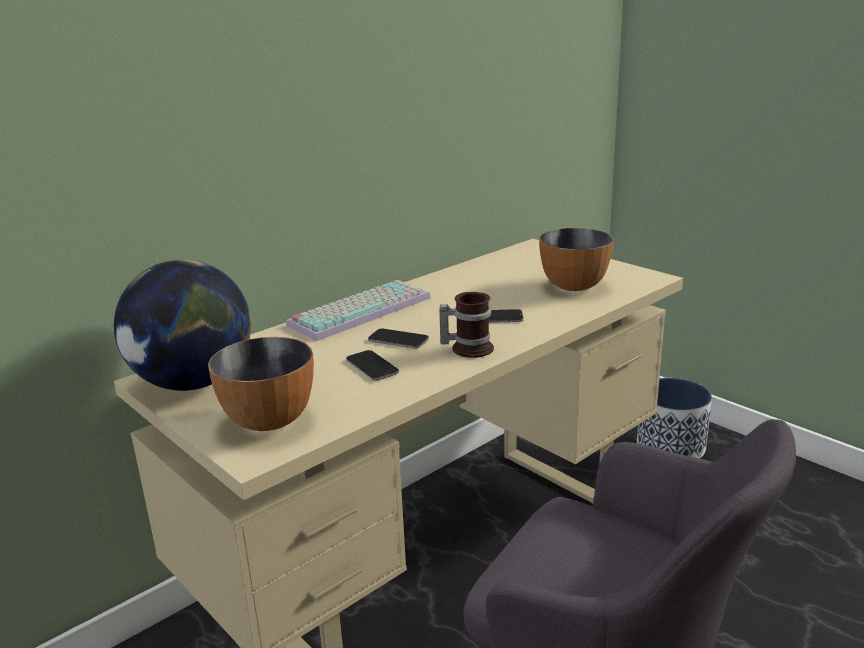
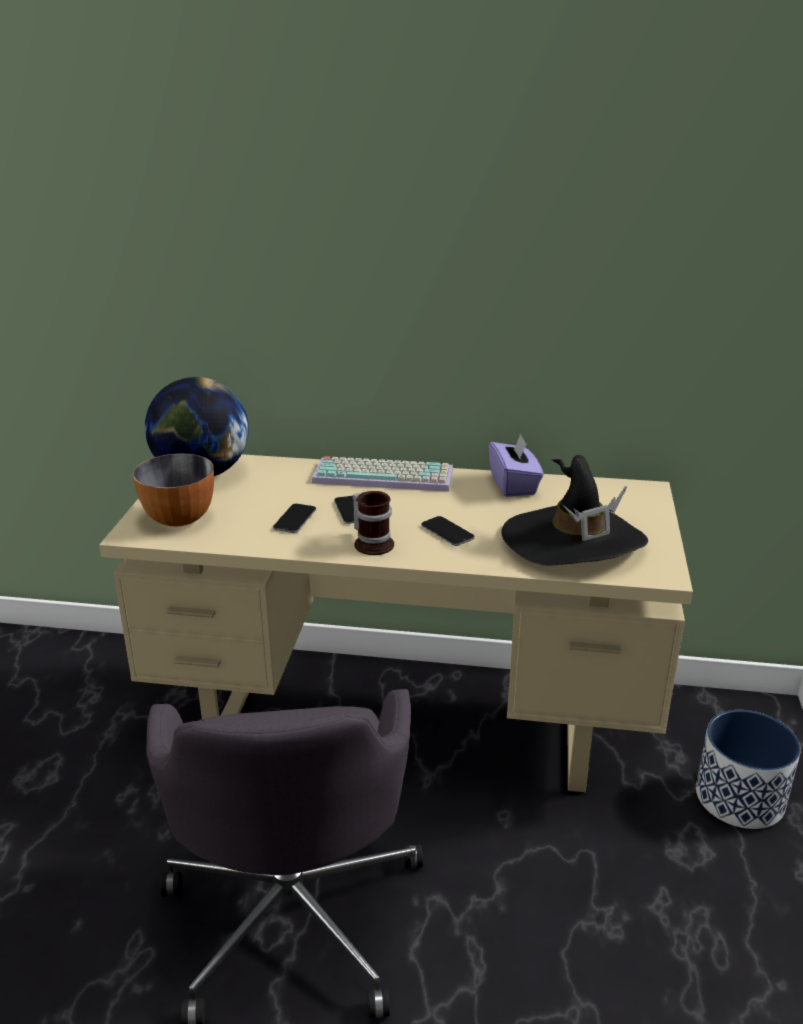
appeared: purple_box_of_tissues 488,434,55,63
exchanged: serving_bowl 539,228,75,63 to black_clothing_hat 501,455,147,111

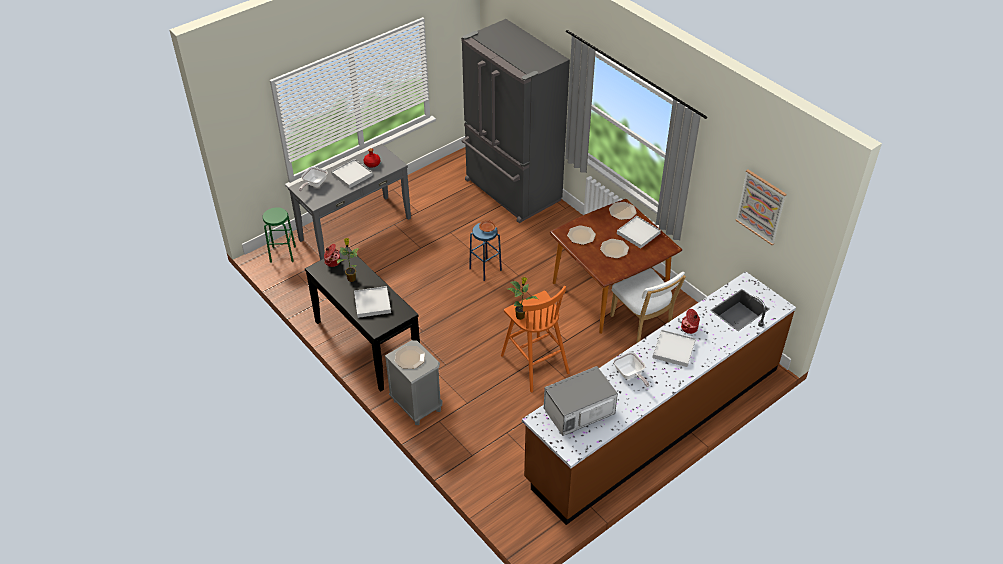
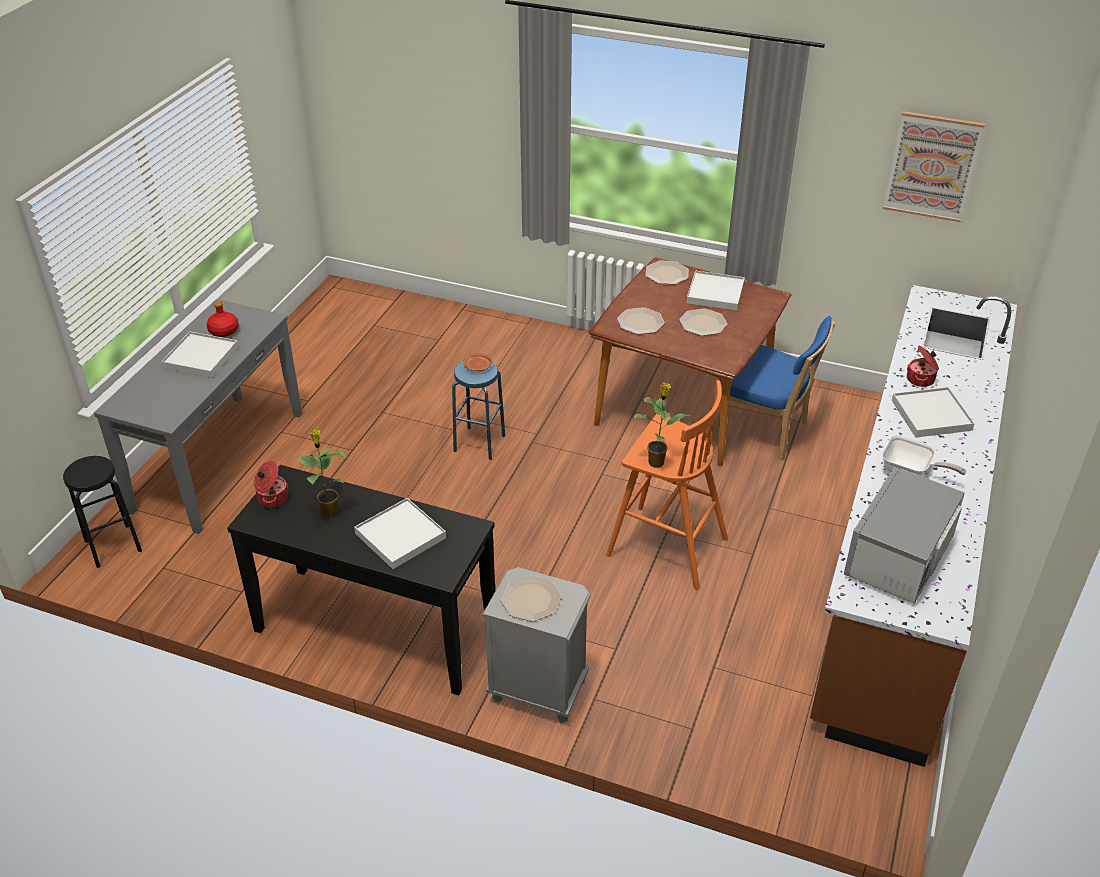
missing: pan 299,167,29,24; gray_fridge 461,19,109,204
colour: green-coloured_sitting_stool 263,207,33,56 to black_sitting_stool 63,456,79,112; whitish_upright_chair 610,268,76,75 to bluish_upright_chair 713,316,122,144

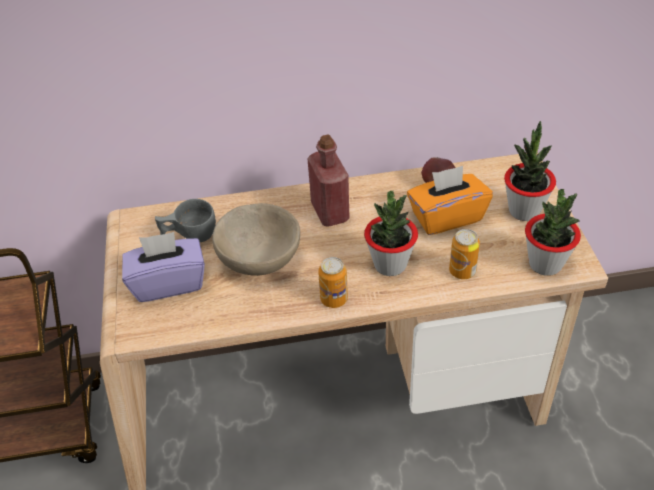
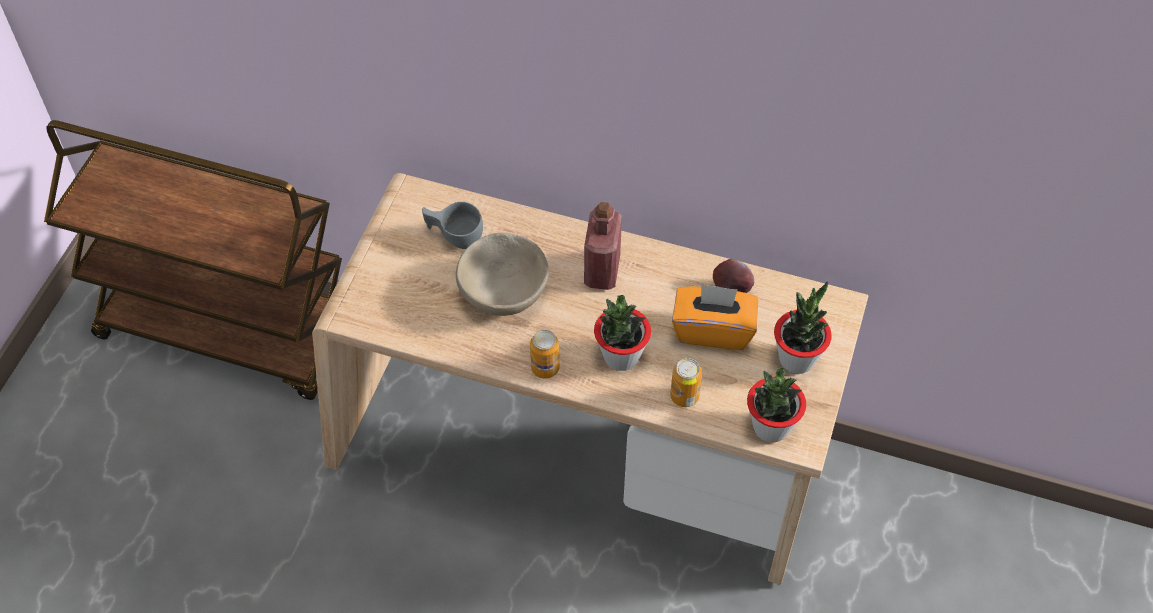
missing: purple_box_of_tissues 122,232,83,70

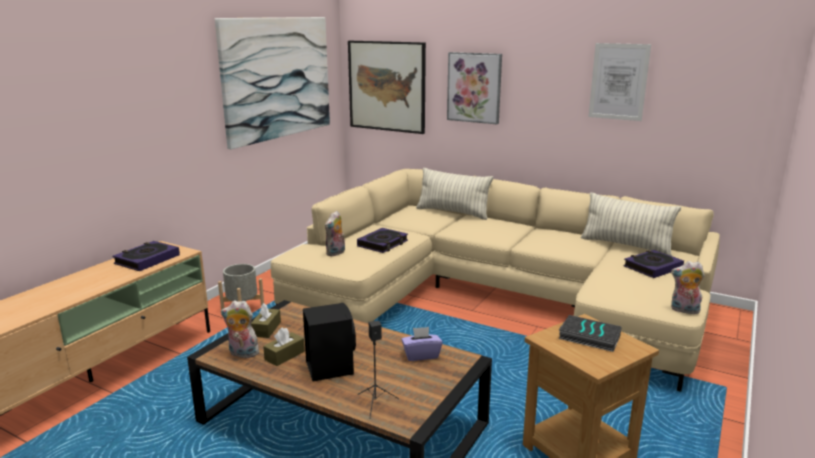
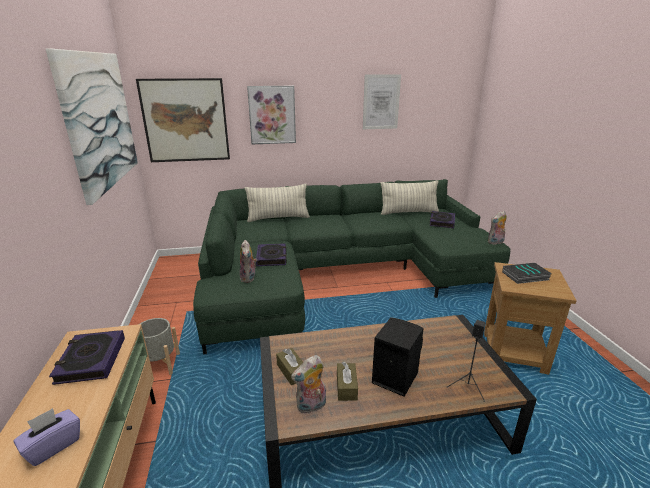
relocated: purple_box_of_tissues 401,327,42,34 to 13,408,67,58
colour: beige_couch 271,169,449,223 to green-coloured_couch 193,179,317,176

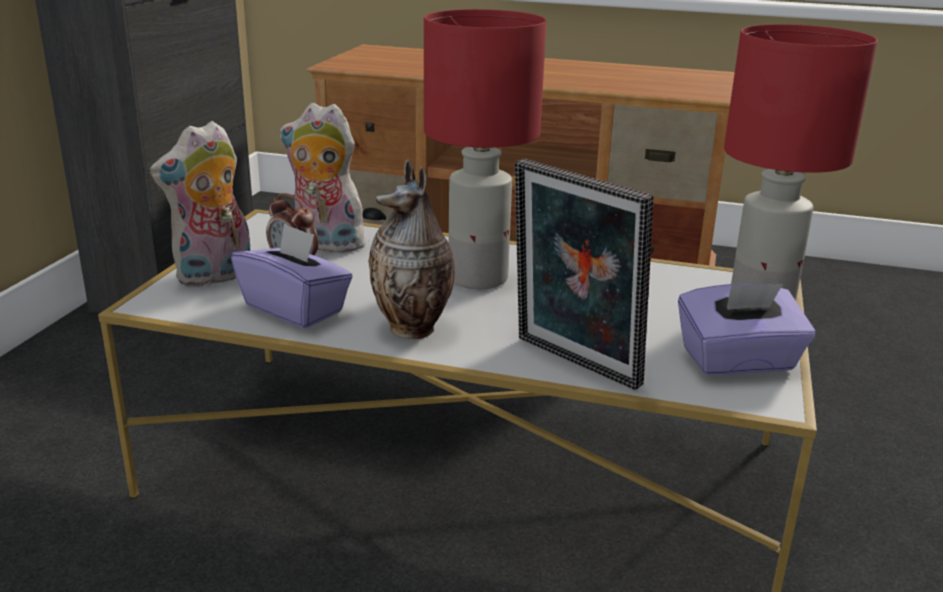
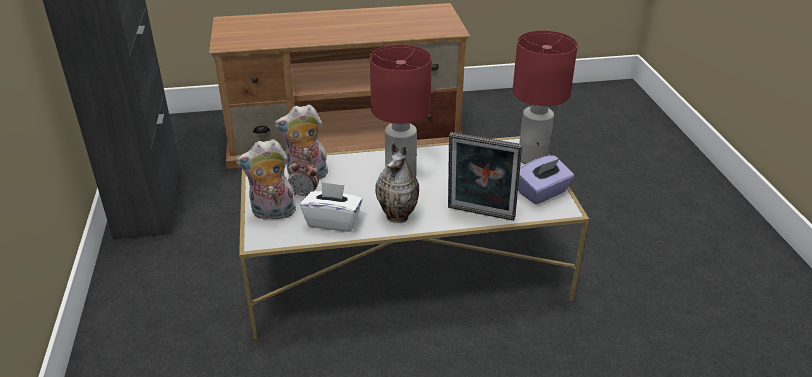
colour: purple_box_of_tissues 231,223,122,105 to whitish_box_of_tissues 300,182,63,50
spun: plush_toy 150,121,100,167 = 236,139,61,81 60 degrees clockwise

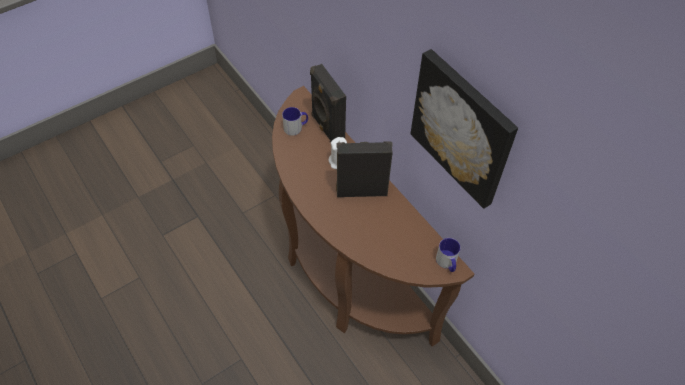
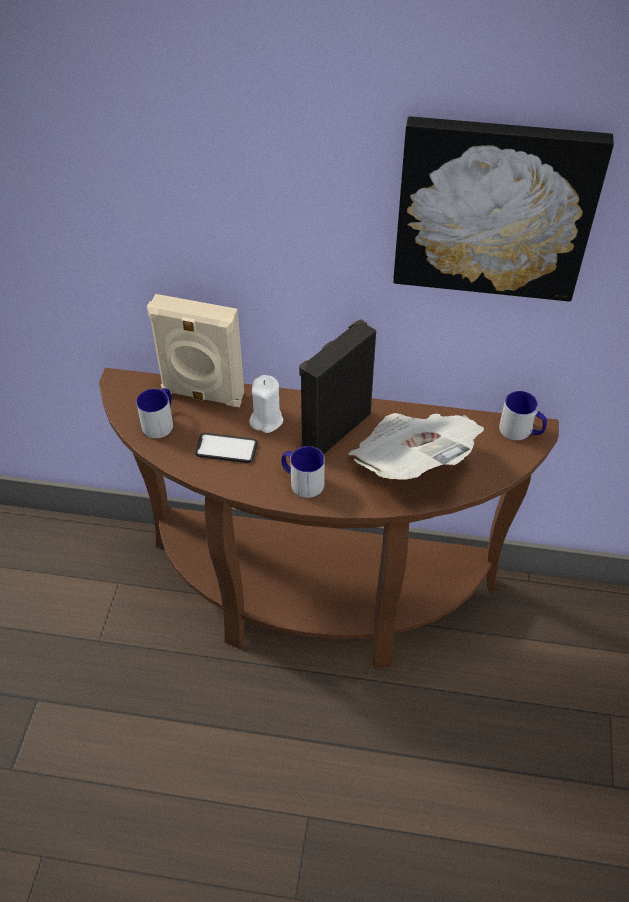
appeared: telephone 195,433,63,30; tea_mug 282,446,43,52; daily_paper 348,413,136,67
colour: black_speaker 310,64,36,78 to beige_speaker 147,294,97,113

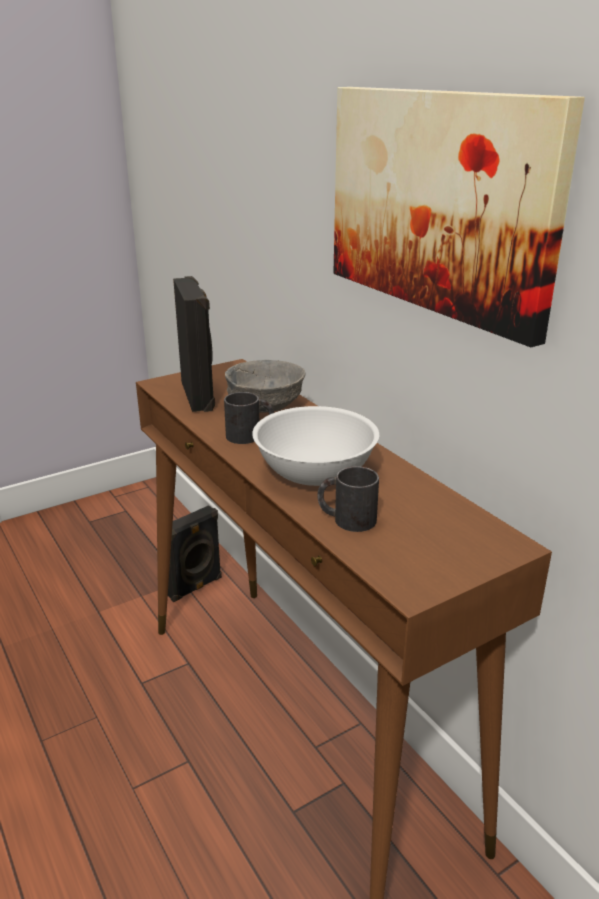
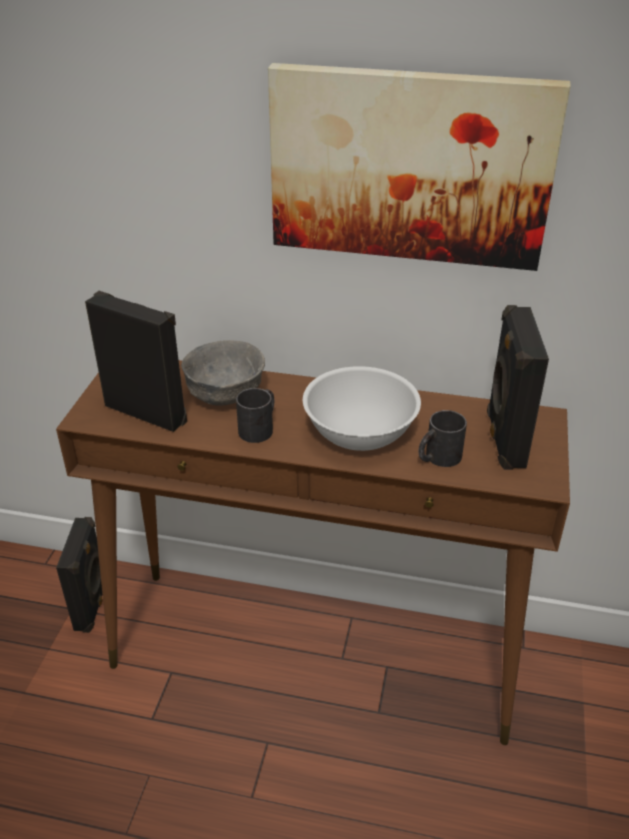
appeared: black_speaker 487,305,62,165

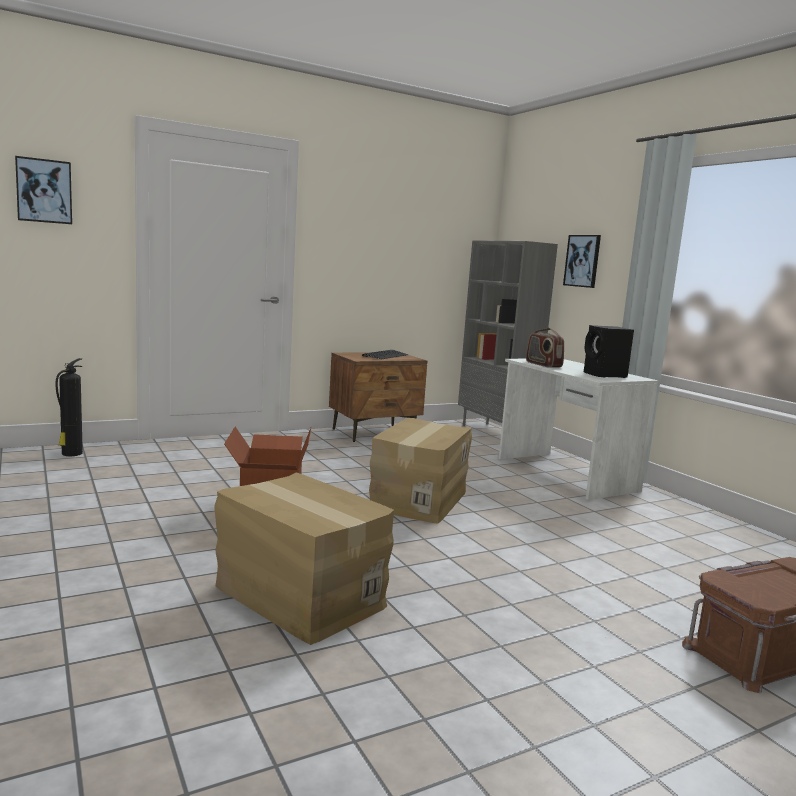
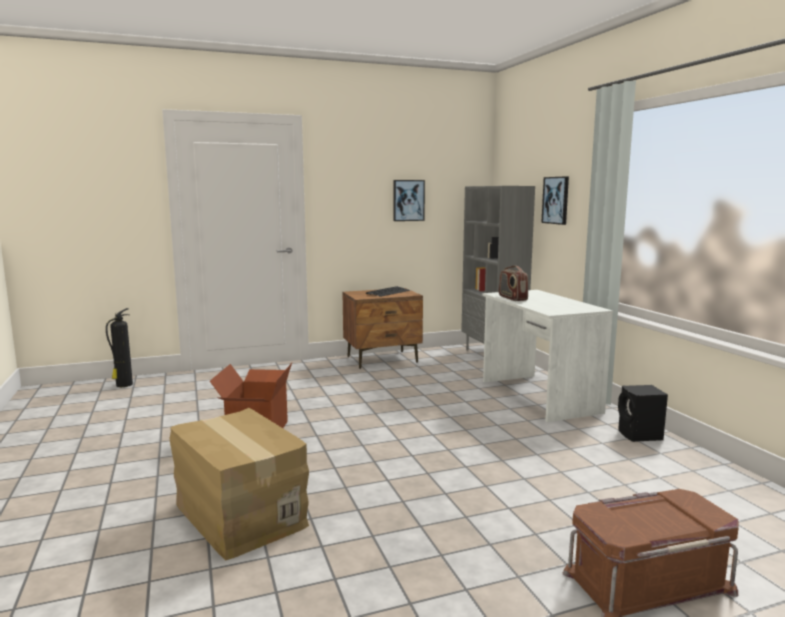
missing: packing_box 369,418,103,106
relocated: wall_picture 15,156,57,68 to 394,180,31,41; black_speaker 584,325,50,53 to 618,385,50,57

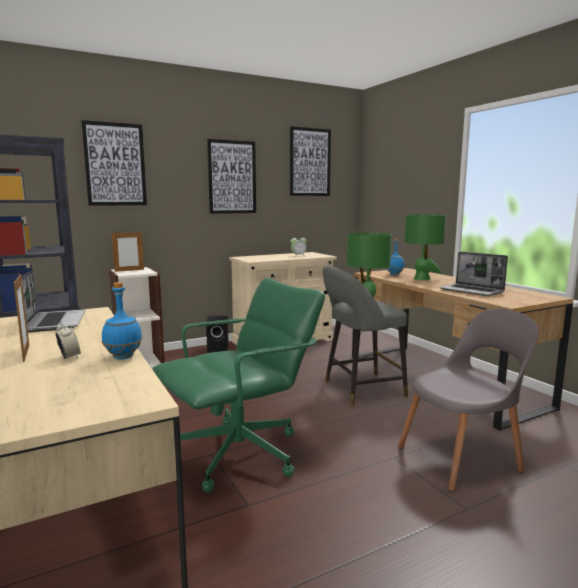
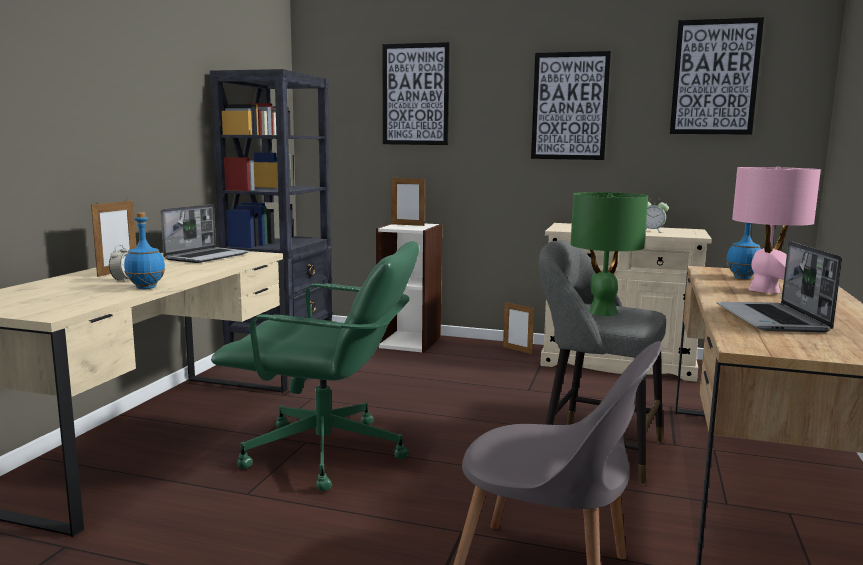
exchanged: black_speaker 206,315,23,38 to standing_frame 503,301,31,53
colour: green-coloured_table_lamp 404,214,42,66 to pinkish_table_lamp 732,167,89,126

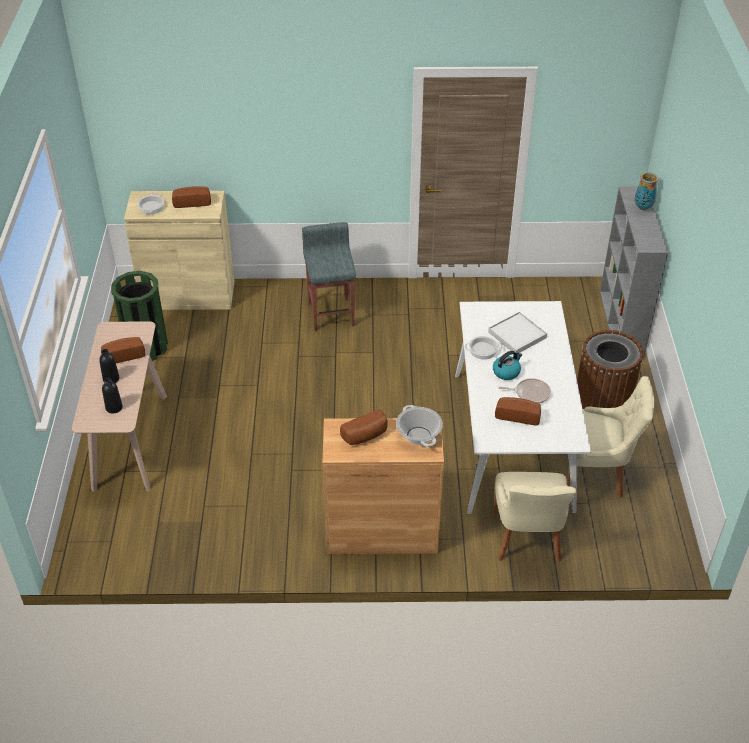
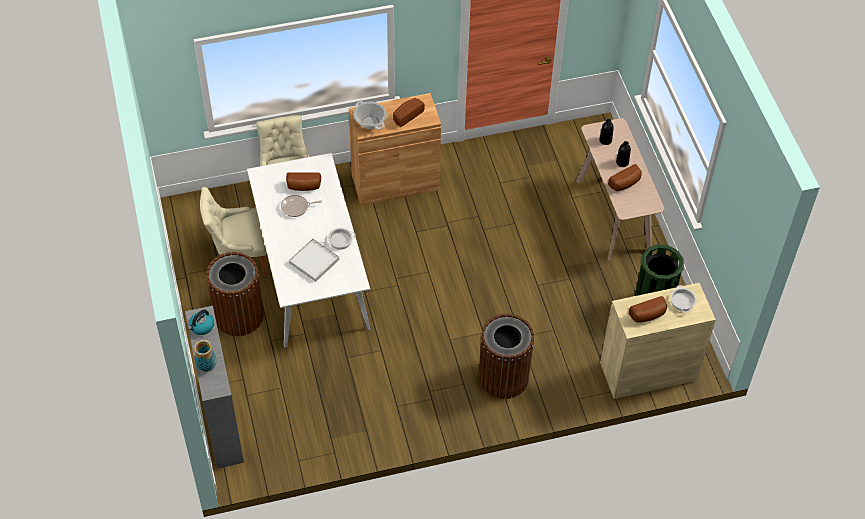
relocated: kettle 493,351,29,29 to 188,309,26,26
exchanged: gray_sitting_stool 302,222,54,109 to brown-coloured_rubbish_bin 479,314,55,85

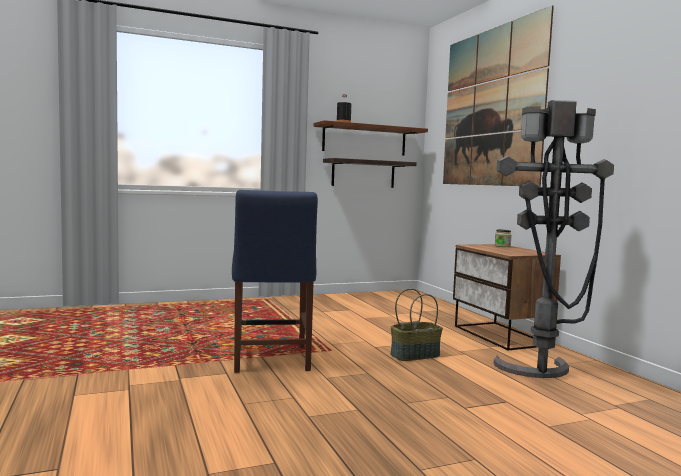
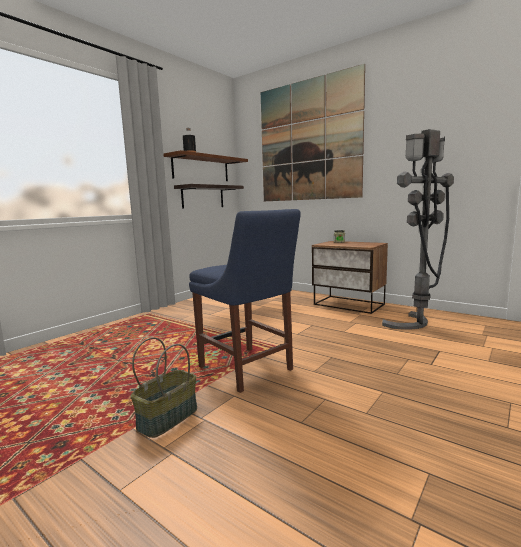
relocated: storage_basket 391,288,52,73 to 131,337,66,101

